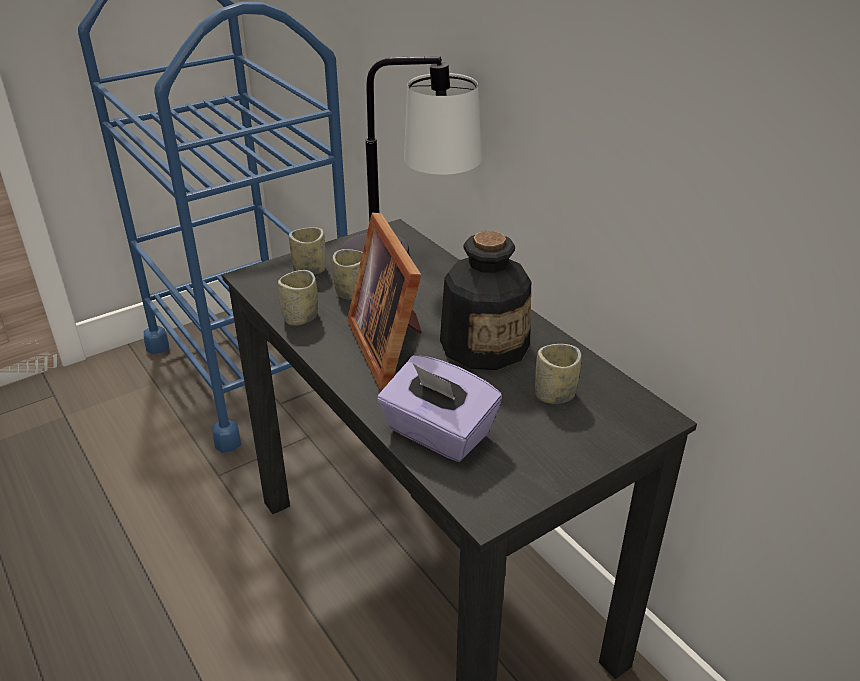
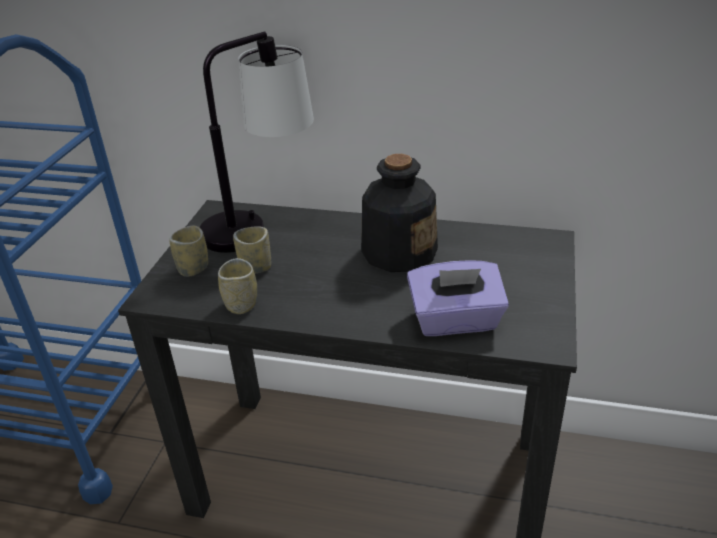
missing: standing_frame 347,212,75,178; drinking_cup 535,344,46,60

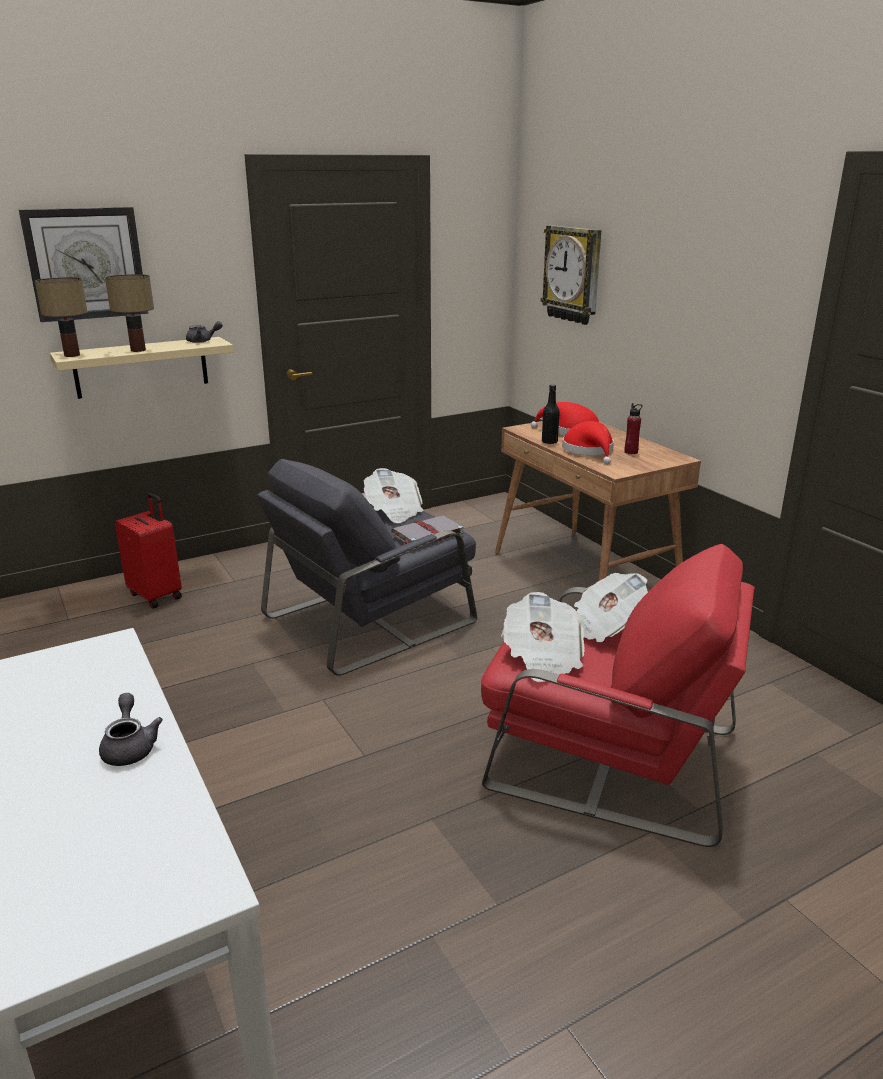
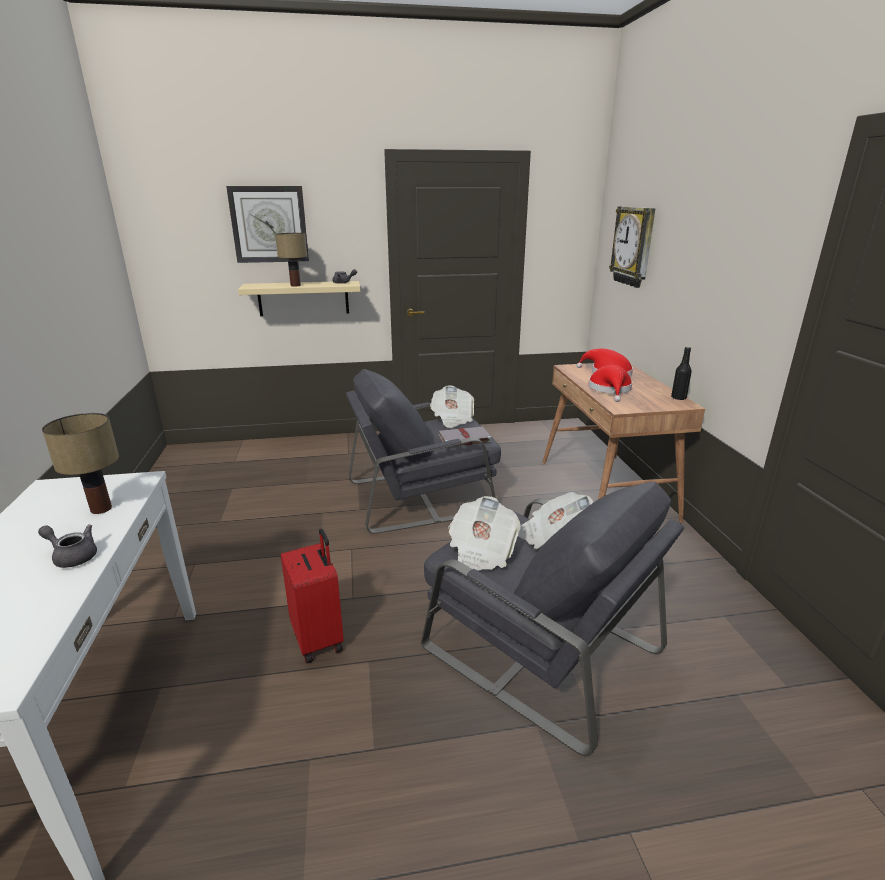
missing: reddish_drink_bottle 624,403,19,51
relocated: table_lamp 35,277,52,80 to 42,413,77,101; reddish_suitcase 115,493,67,116 to 281,529,63,134; black_drink_bottle 542,384,18,60 to 671,347,21,53
colour: reddish_armchair 481,544,274,303 to gray_armchair 421,482,263,274
spun: gray_tea_pot 99,693,64,73 = 38,525,59,43 75 degrees counterclockwise

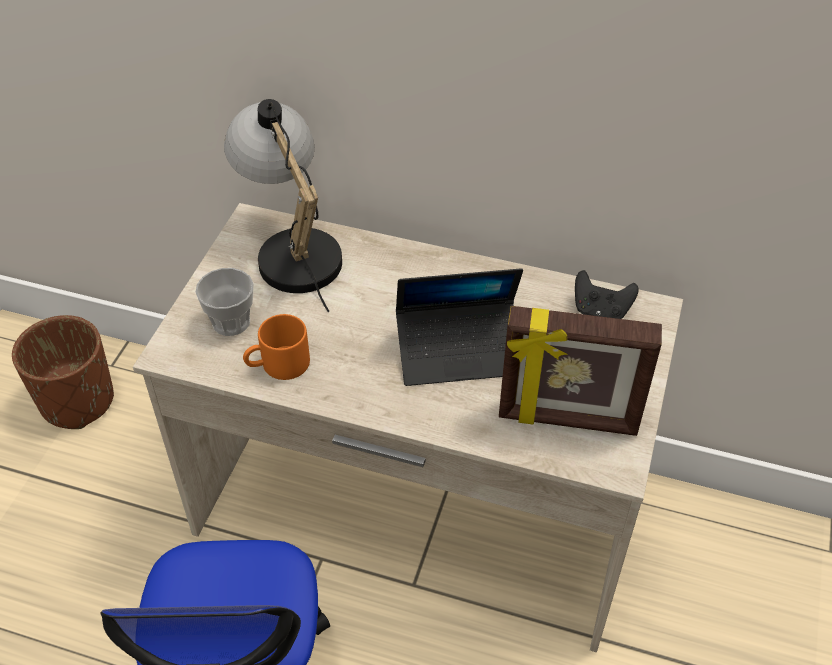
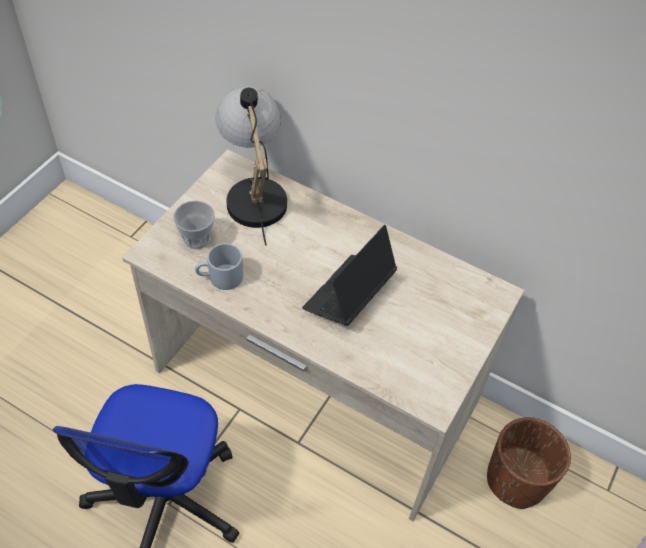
missing: standing_frame 499,306,163,130; black_gamepad 575,270,64,49
relocated: brown-coloured_planter 12,315,102,114 to 487,417,84,92
colour: orange_tea_mug 243,314,67,66 to gray_tea_mug 195,243,48,47
spun: notebook_computer 396,268,127,118 = 302,225,95,101 120 degrees clockwise

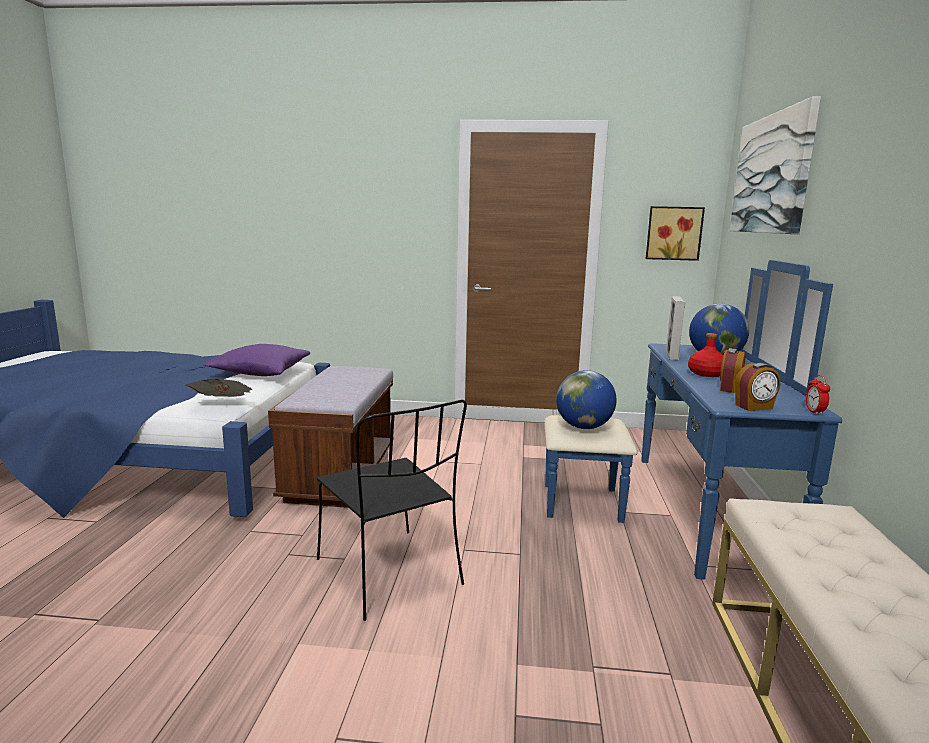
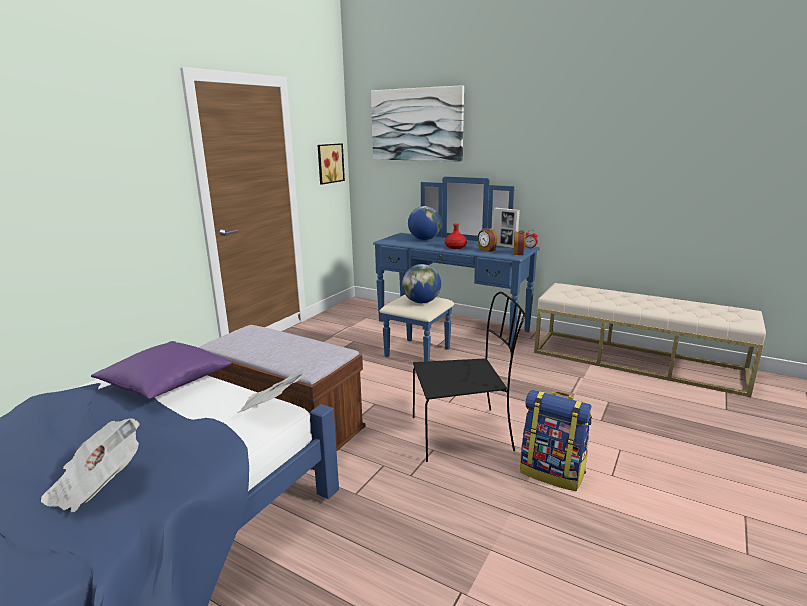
appeared: daily_paper 41,418,99,94; backpack 520,390,72,101
relocated: standing_frame 666,296,19,64 to 493,207,27,41

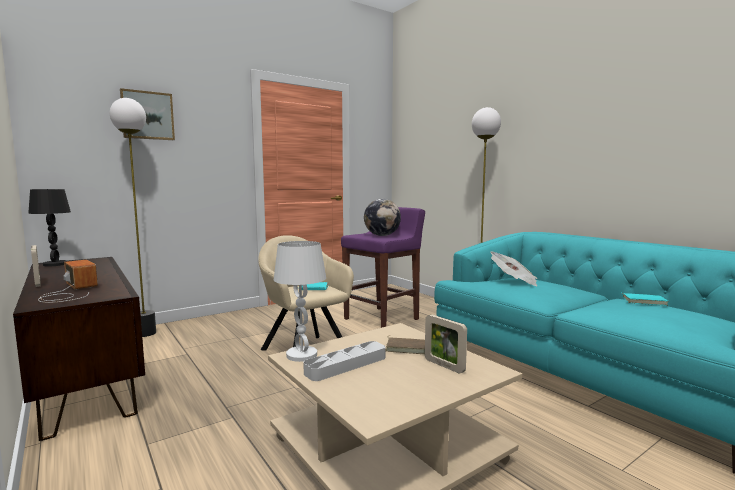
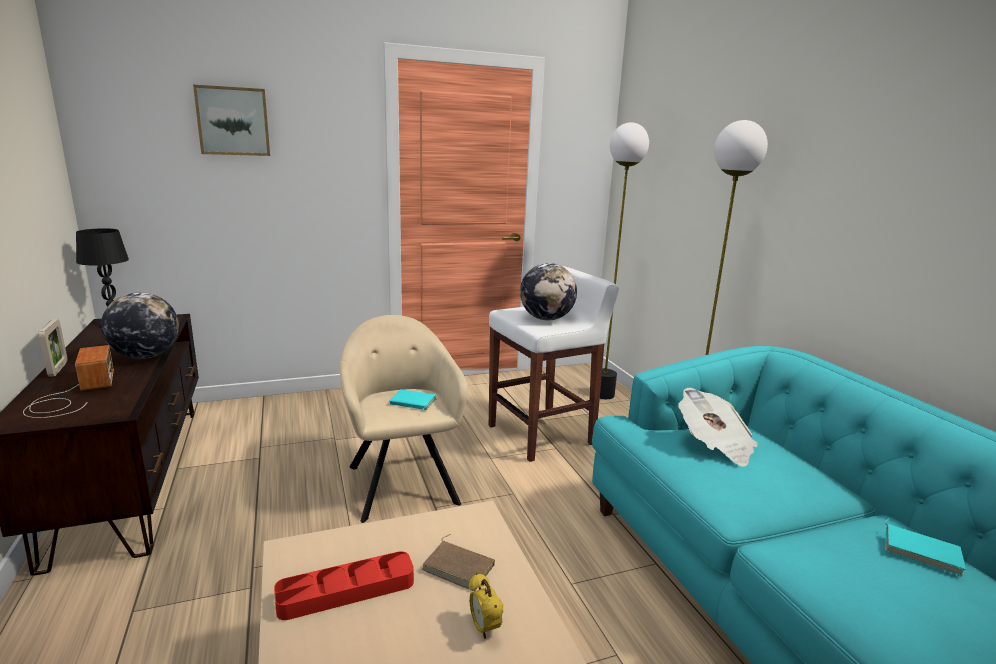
missing: whitish_table_lamp 274,241,52,121
appeared: desk_globe 101,292,78,67
relocated: standing_lamp 110,98,46,239 to 600,122,49,277
exchanged: standing_frame 425,314,42,60 to table_clock 469,573,34,65
colour: gray_carrying_tray 303,341,83,40 to reddish_carrying_tray 274,551,140,69; purple_sitting_stool 341,207,84,121 to whitish_sitting_stool 489,266,130,196

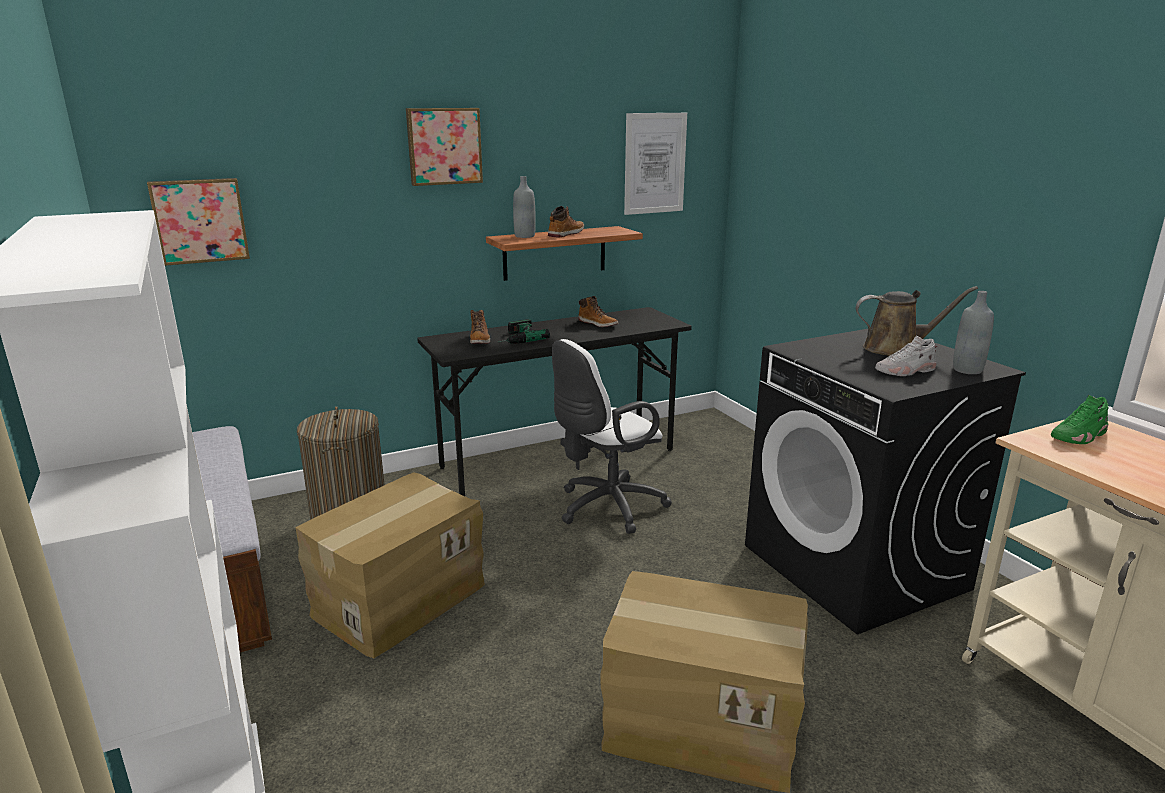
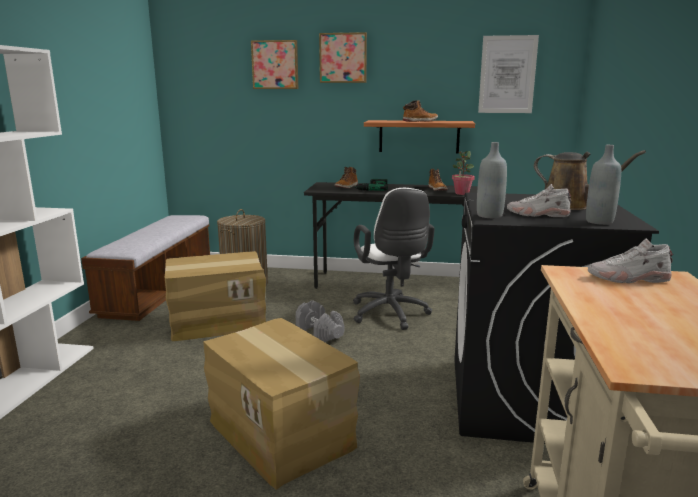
appeared: gray_dumbbell 296,300,48,42; plant_in_a_pot 452,151,23,44
relocated: wall_picture 147,178,103,88 to 251,40,47,49; gray_drink_bottle 513,176,23,62 to 477,142,30,76
colour: green-coloured_shoe 1051,395,58,49 to whitish_shoe 588,238,85,45
spun: whitish_computer_chair 552,339,120,195 = 353,188,82,142 105 degrees counterclockwise

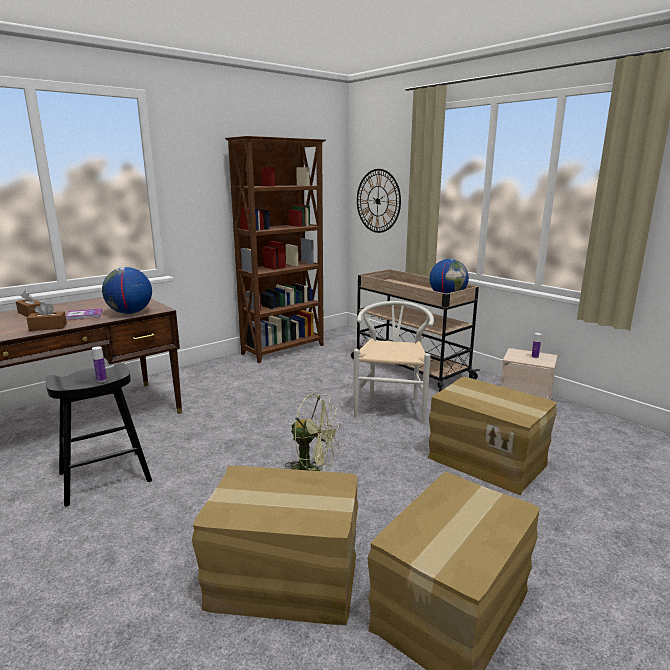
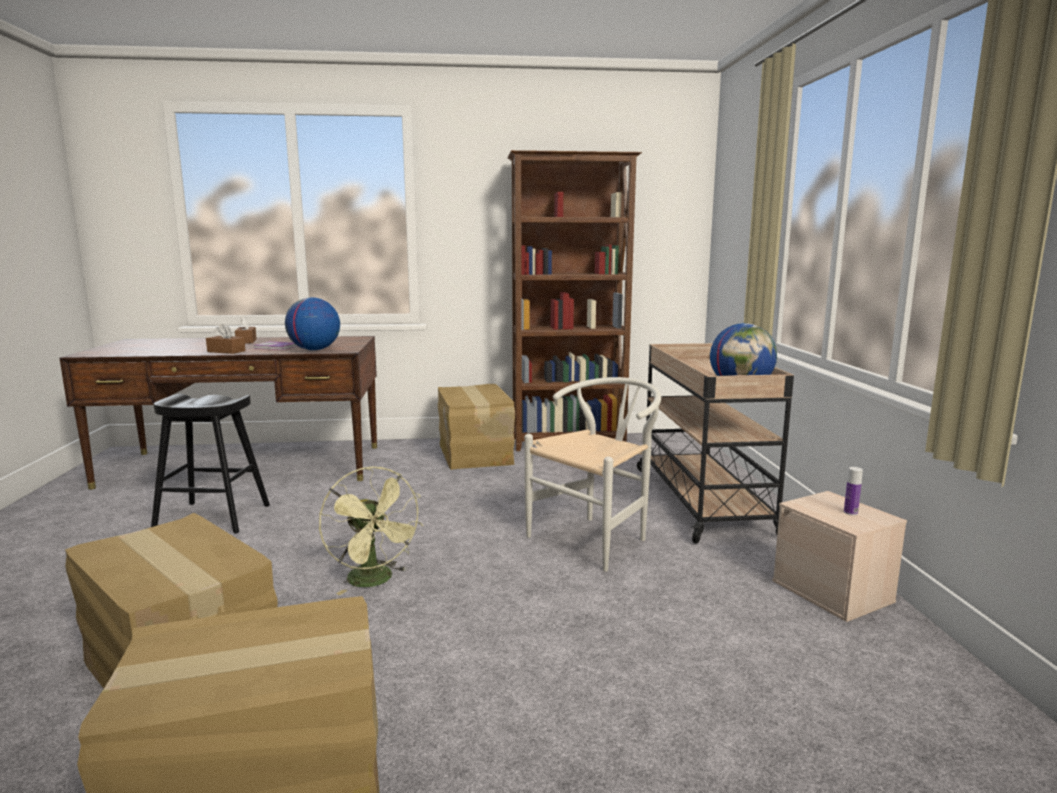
missing: drink_bottle 92,346,15,36; wall_clock 357,169,44,64
relocated: packing_box 428,377,129,118 to 438,384,77,86

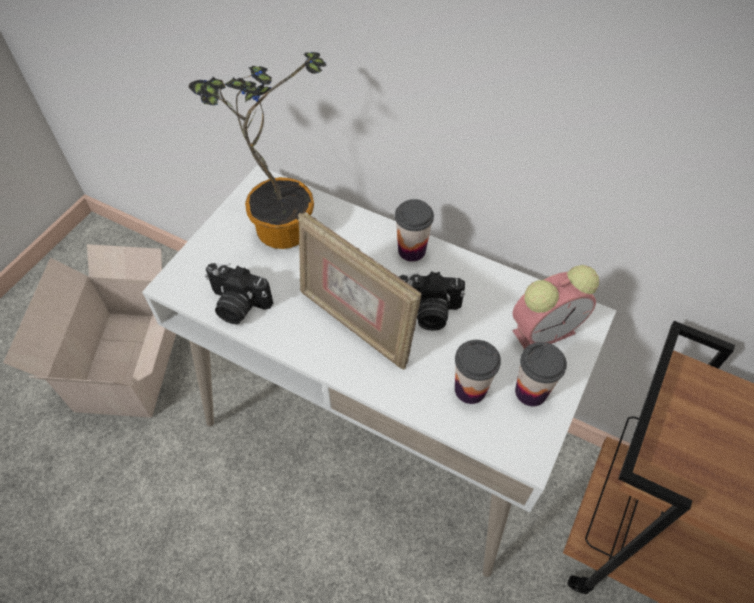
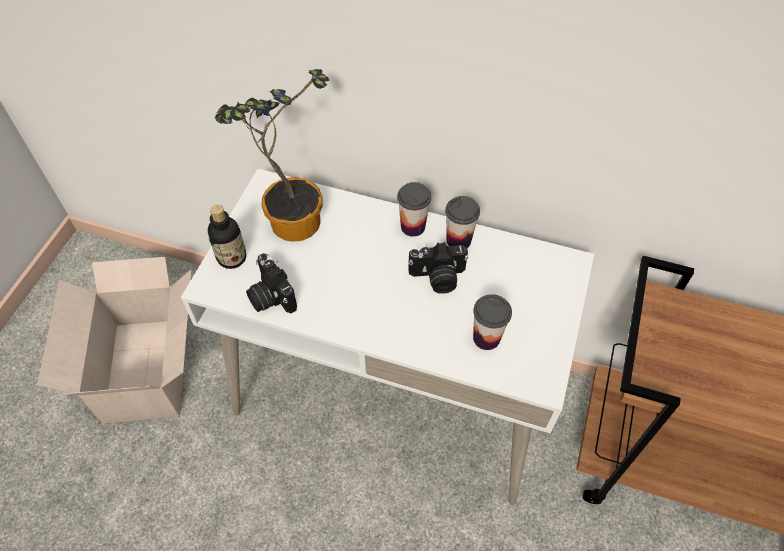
missing: standing_frame 298,212,123,158; table_clock 512,265,87,84
appeared: drink_bottle 208,205,38,64
relocated: drinking_cup 515,342,52,64 to 445,196,35,52
spun: still_camera 205,263,68,61 = 246,253,51,60 45 degrees clockwise

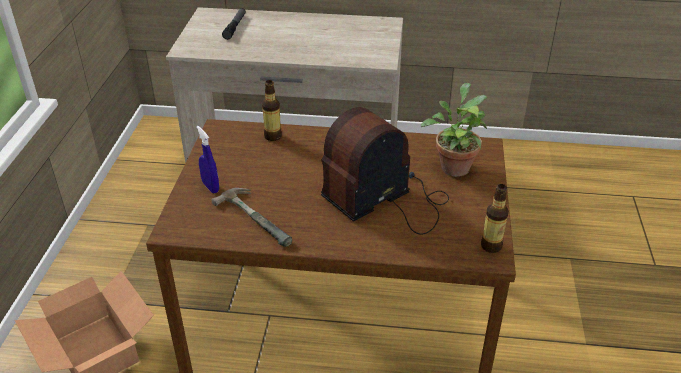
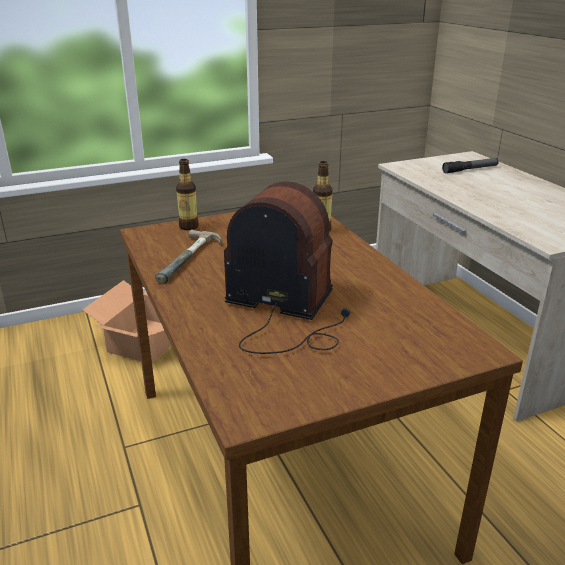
missing: bluish_hand_sprayer 196,126,23,67; plant_in_a_pot 421,83,66,94
relocated: drink_bottle 481,184,28,69 to 176,159,23,71

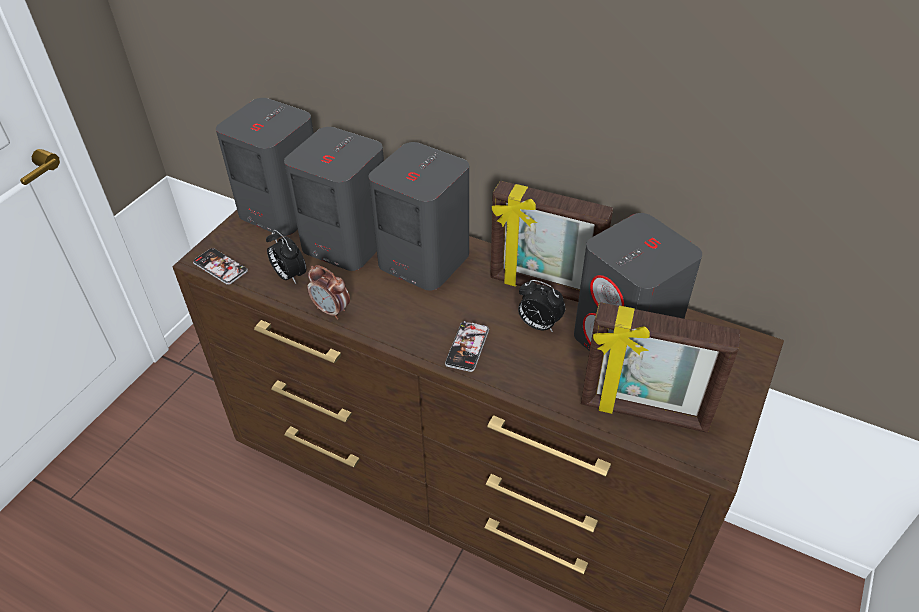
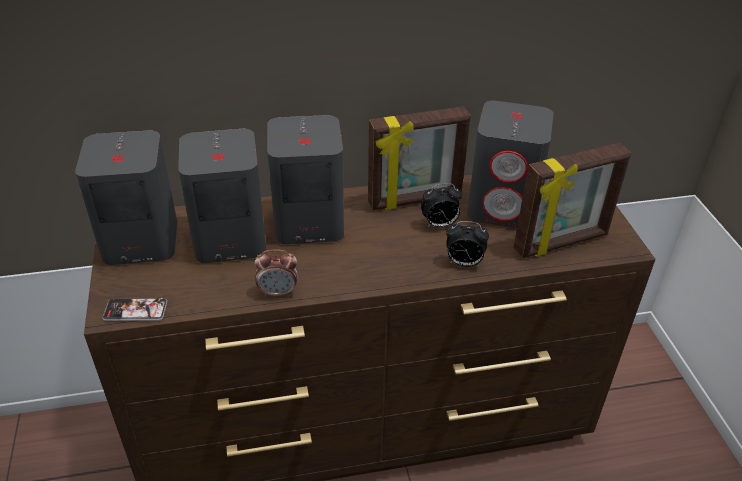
missing: telephone 445,321,44,51
relocated: table_clock 266,230,40,54 to 446,221,43,46

